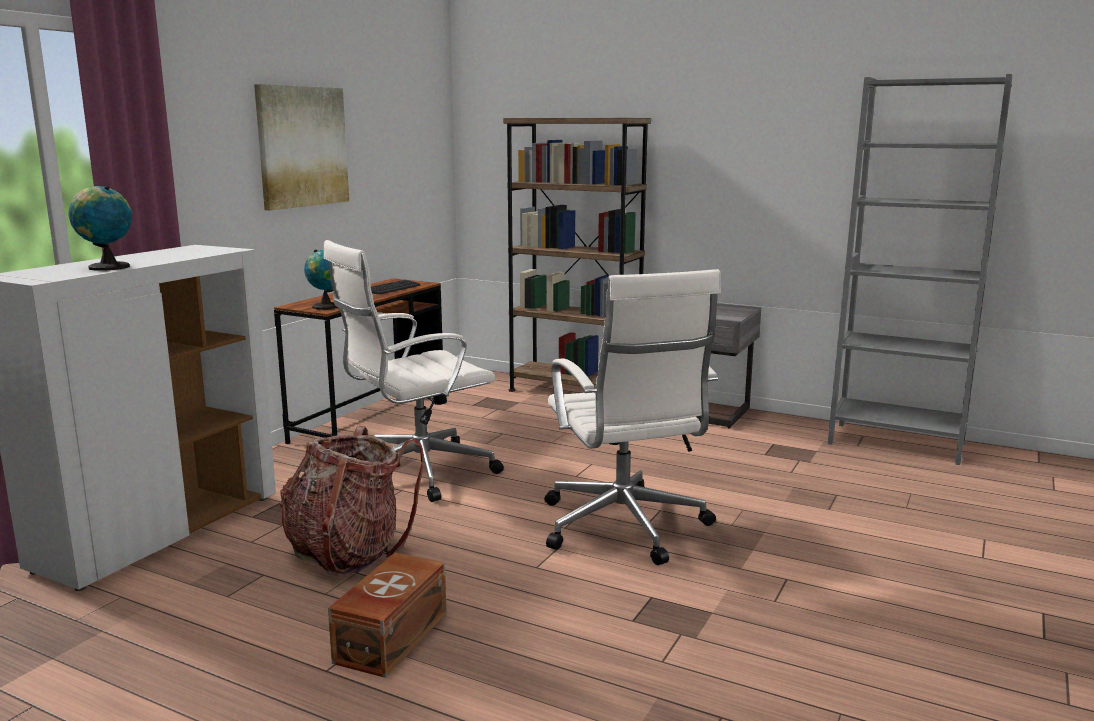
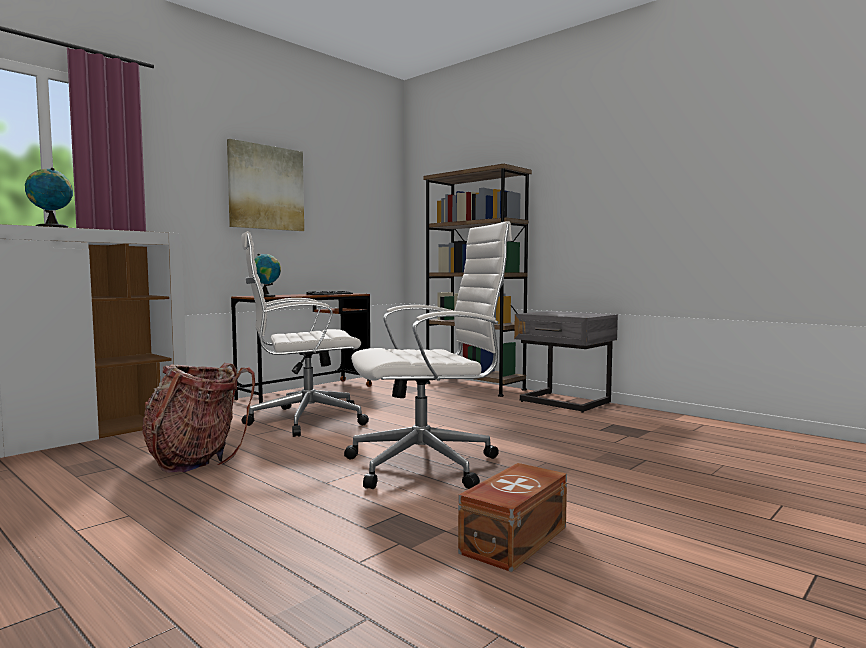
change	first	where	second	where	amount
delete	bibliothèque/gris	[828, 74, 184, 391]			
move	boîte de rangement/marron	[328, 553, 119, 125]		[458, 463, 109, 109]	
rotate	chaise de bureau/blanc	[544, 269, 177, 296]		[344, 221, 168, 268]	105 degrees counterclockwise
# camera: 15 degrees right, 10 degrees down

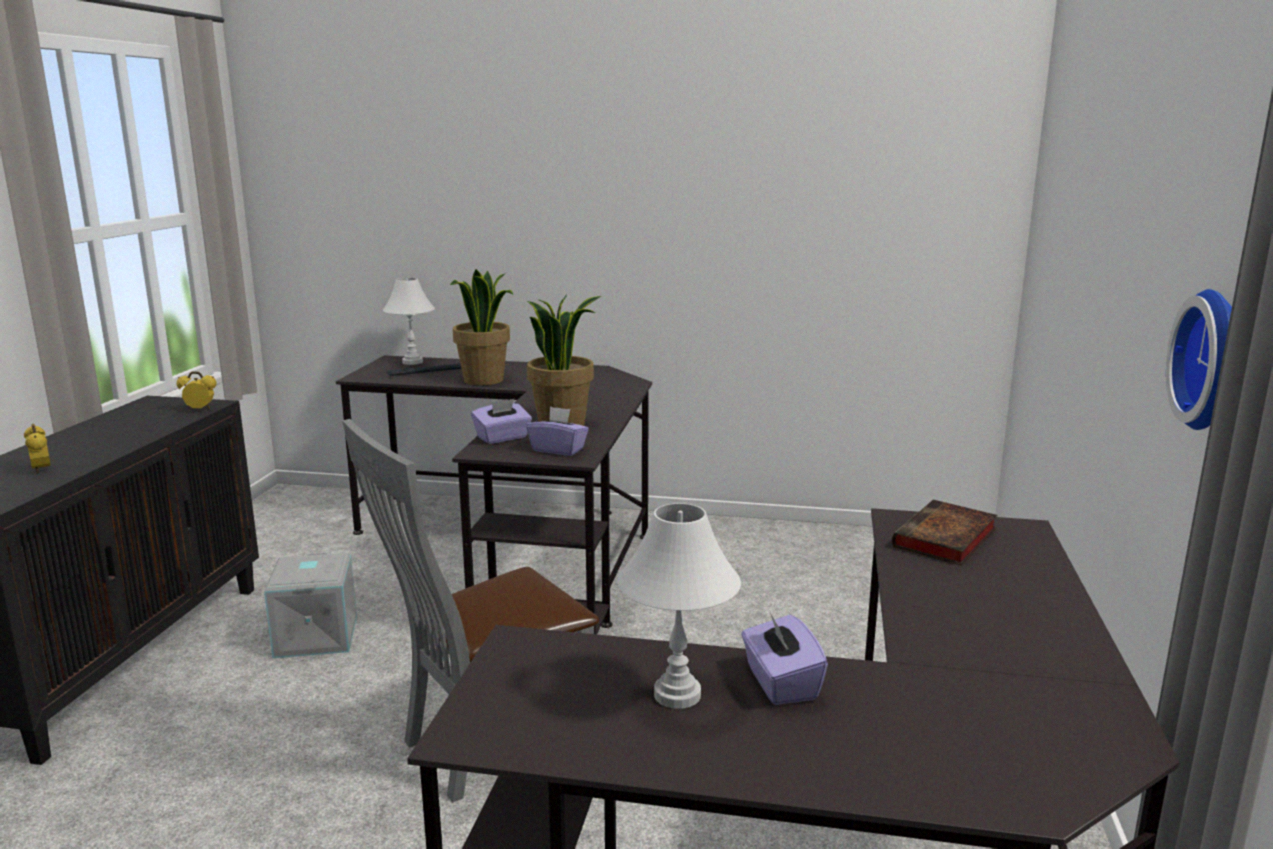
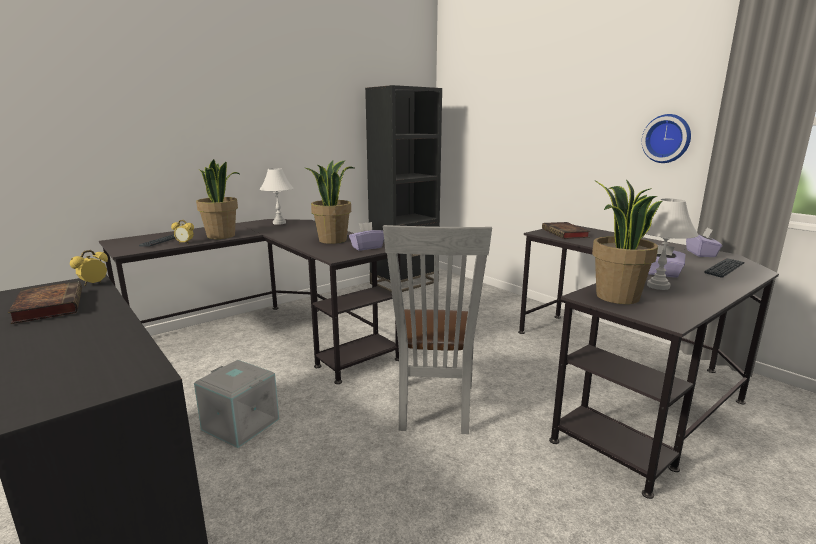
change	first	where	second	where	amount
insert			livre	[8, 281, 74, 43]	
insert			bibliothèque/noir	[365, 85, 77, 207]	
insert			plante en pot	[592, 179, 70, 125]	
insert			clavier	[704, 258, 40, 20]	
move	réveil	[24, 424, 27, 50]		[171, 220, 23, 24]	
move	lampe de table/blanc	[383, 278, 52, 87]		[260, 168, 33, 57]	
move	boîte à mouchoirs/violet	[471, 399, 61, 45]		[686, 227, 37, 30]	
# camera: 50 degrees left, 0 degrees up

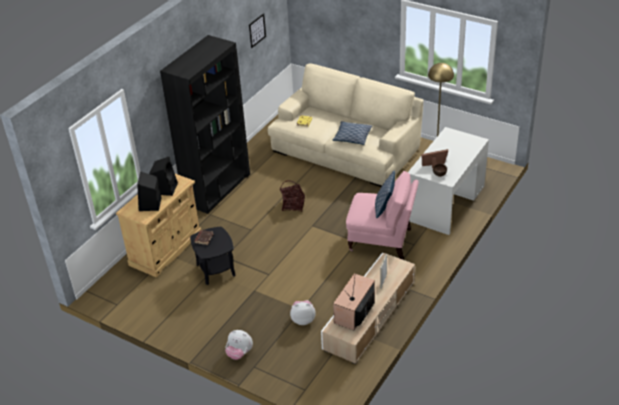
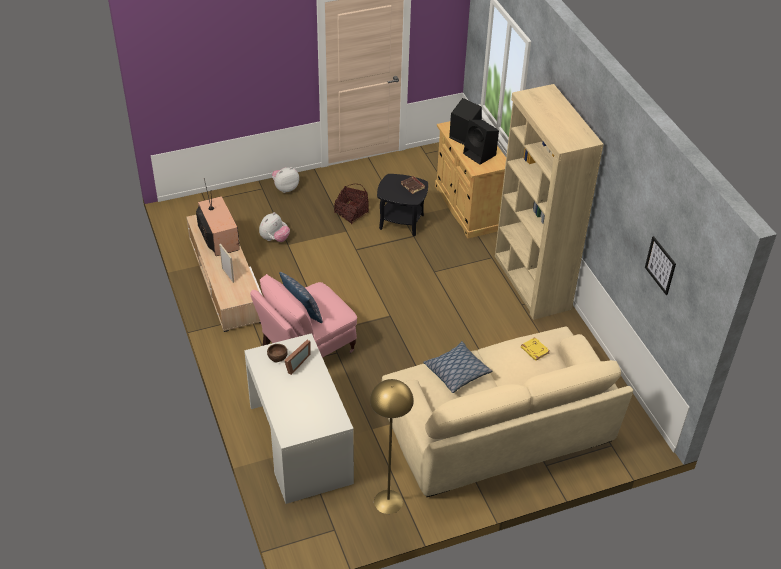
change	first	where	second	where	amount
move	panier	[280, 180, 25, 31]		[334, 184, 35, 40]	
recolor	bibliothèque/noir	[160, 35, 90, 179]	bibliothèque/beige	[495, 84, 109, 236]	
# camera: 125 degrees right, 5 degrees up

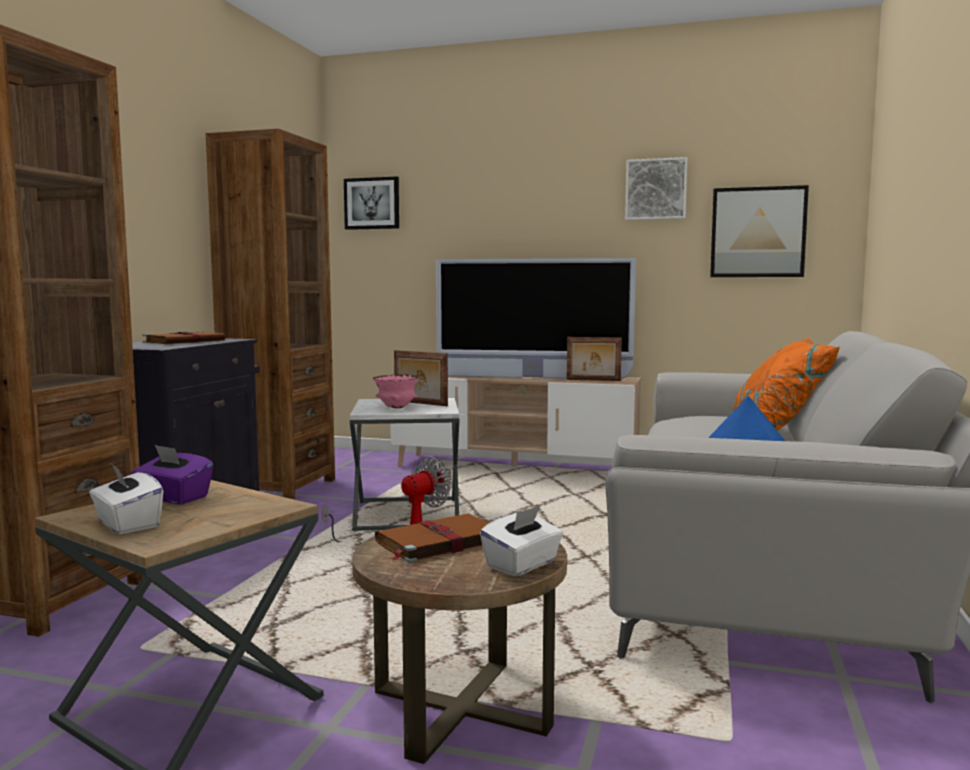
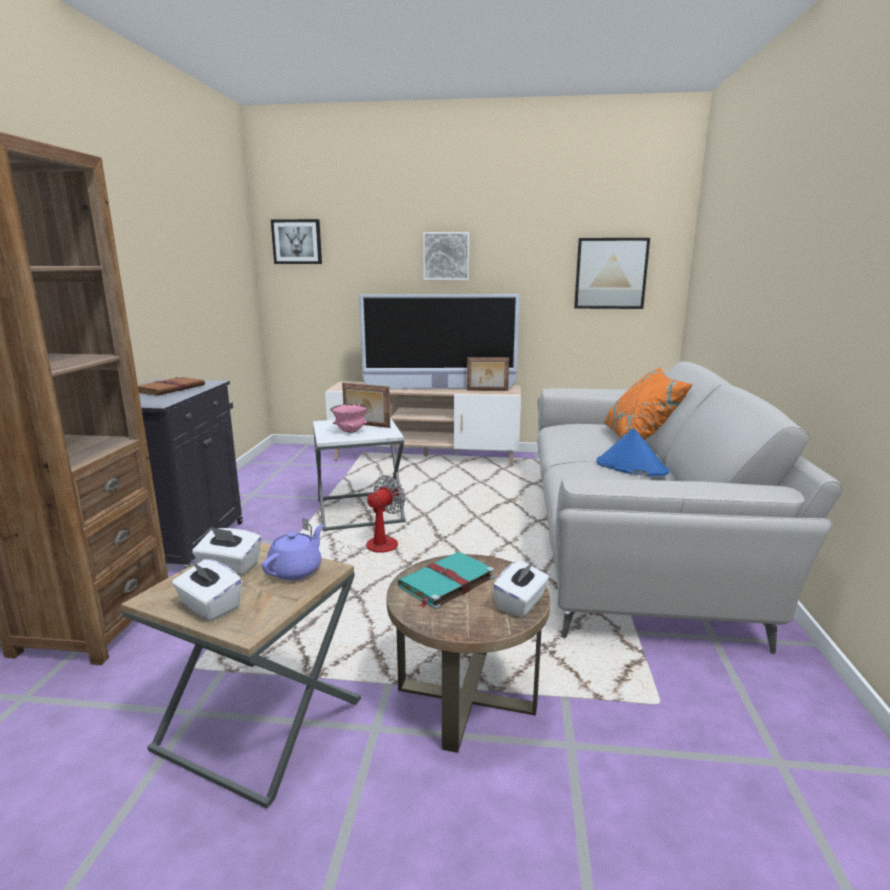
change	first	where	second	where	amount
delete	bibliothèque/marron	[206, 128, 129, 372]			
insert			théière/violet	[262, 524, 61, 56]	
move	tableau	[625, 157, 62, 63]		[423, 232, 47, 48]	
recolor	boîte à mouchoirs/violet	[131, 444, 82, 60]	boîte à mouchoirs/blanc	[192, 527, 70, 48]	
recolor	livre/marron	[375, 514, 114, 49]	livre/turquoise	[398, 552, 97, 57]	
# camera: 10 degrees left, 10 degrees up

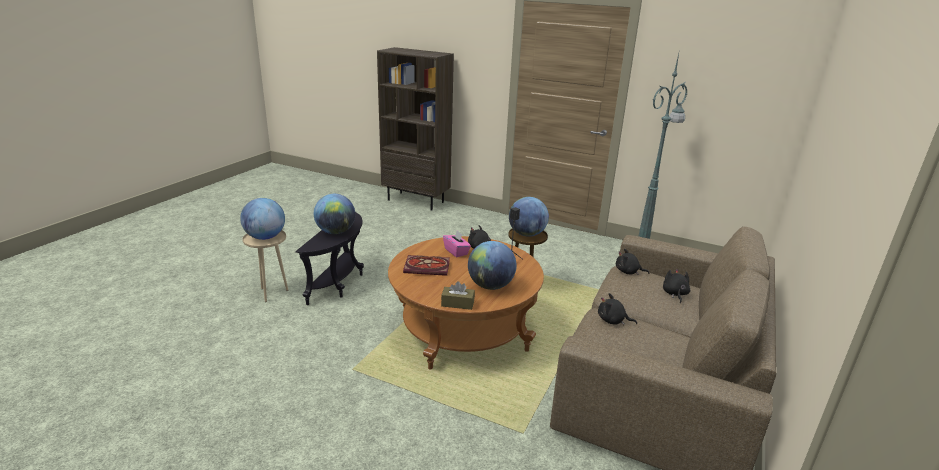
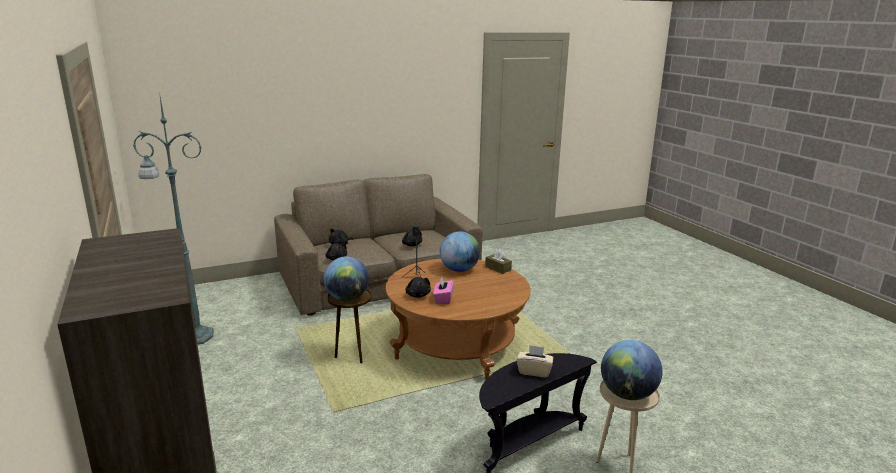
change	first	where	second	where	amount
delete	livre	[403, 255, 47, 21]			
replace	globe	[314, 194, 41, 40]	boîte à mouchoirs/beige	[517, 345, 36, 33]	
# camera: 140 degrees left, 5 degrees down

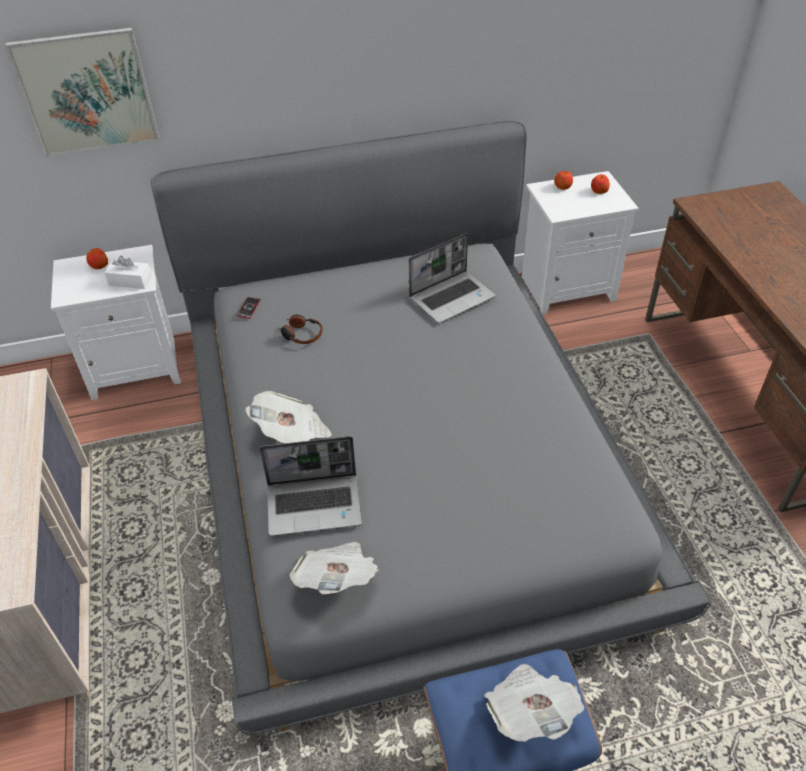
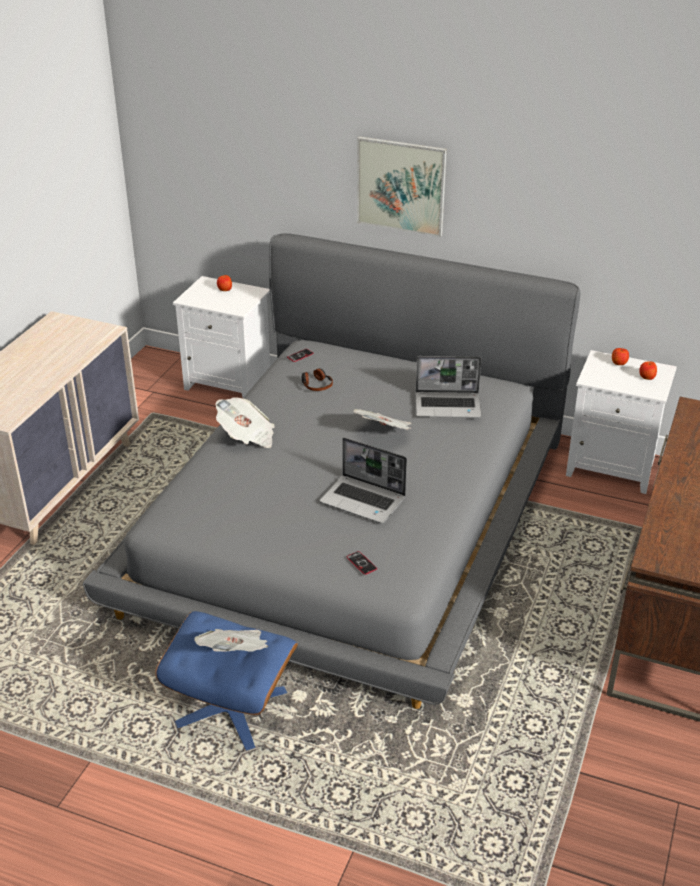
change	first	where	second	where	amount
delete	boîte à mouchoirs/blanc	[104, 255, 48, 34]			
insert			téléphone	[347, 551, 30, 24]	
move	tableau	[5, 28, 154, 128]		[357, 136, 90, 101]	
move	ordinateur portable	[260, 436, 102, 100]		[320, 438, 87, 86]	
move	journal	[289, 542, 90, 52]		[354, 409, 58, 21]	
# camera: 35 degrees right, 10 degrees down

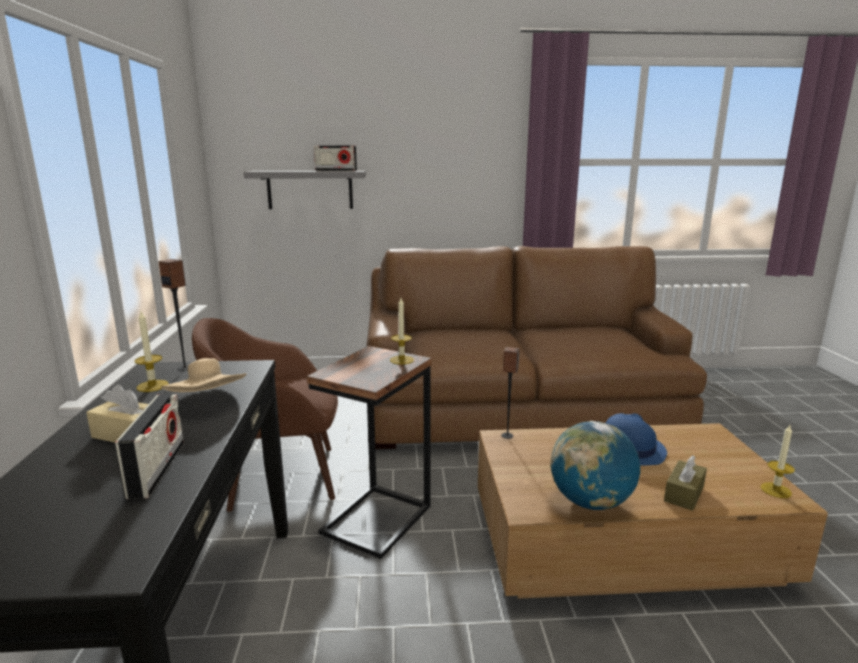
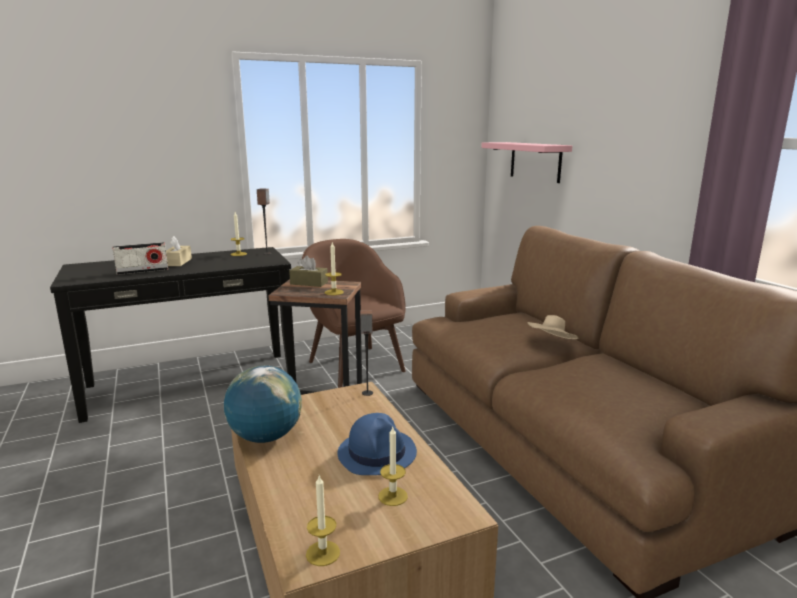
change	first	where	second	where	amount
delete	radio	[314, 146, 43, 25]			
insert			bougie	[378, 427, 30, 79]	
move	chapeau/beige	[161, 358, 86, 34]		[527, 315, 51, 24]	
move	boîte à mouchoirs/marron	[664, 455, 43, 56]		[289, 256, 39, 31]	
recolor	étagère/gris	[244, 171, 122, 38]	étagère/rose	[481, 142, 91, 41]	
# camera: 70 degrees right, 0 degrees up

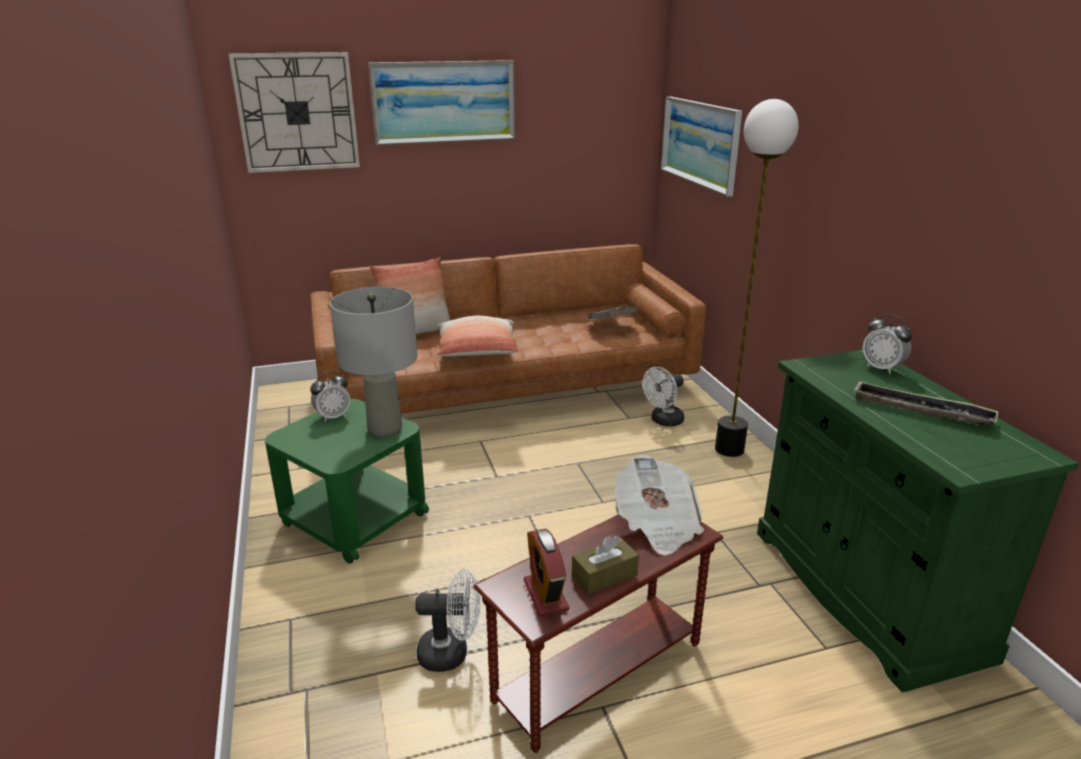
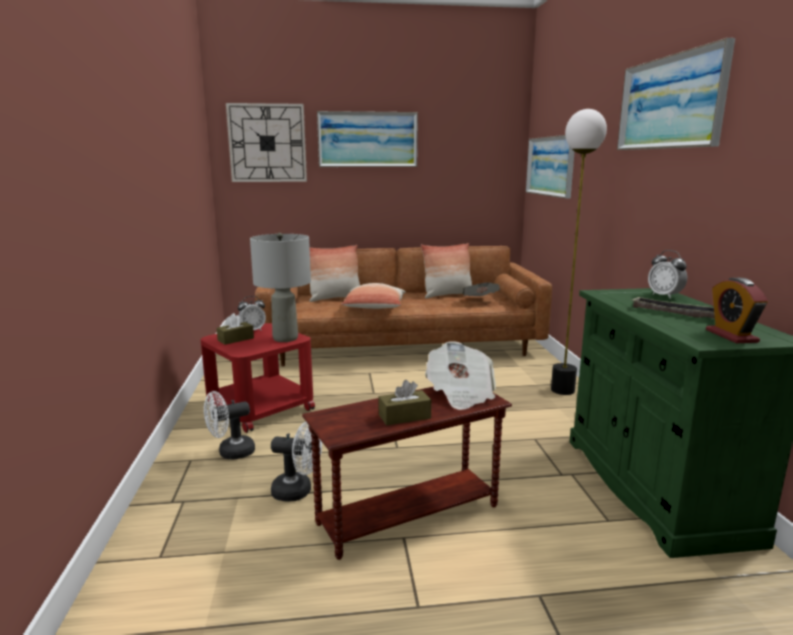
change	first	where	second	where	amount
insert			boîte à mouchoirs/marron	[217, 313, 37, 32]	
insert			coussin	[421, 243, 51, 55]	
insert			tableau	[617, 38, 118, 112]	
move	réveil	[524, 529, 45, 88]		[706, 278, 62, 65]	
move	ventilateur/blanc	[643, 367, 41, 60]		[204, 391, 51, 68]	
recolor	table d'appoint/vert	[265, 399, 164, 165]	table d'appoint/rouge	[200, 323, 115, 110]	
# camera: 10 degrees right, 10 degrees down

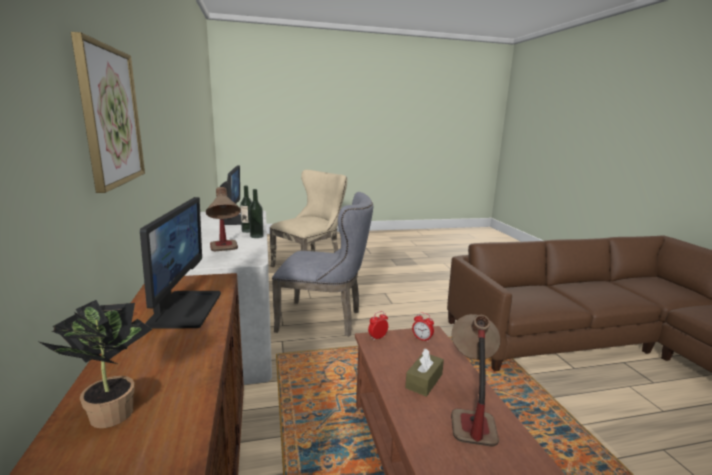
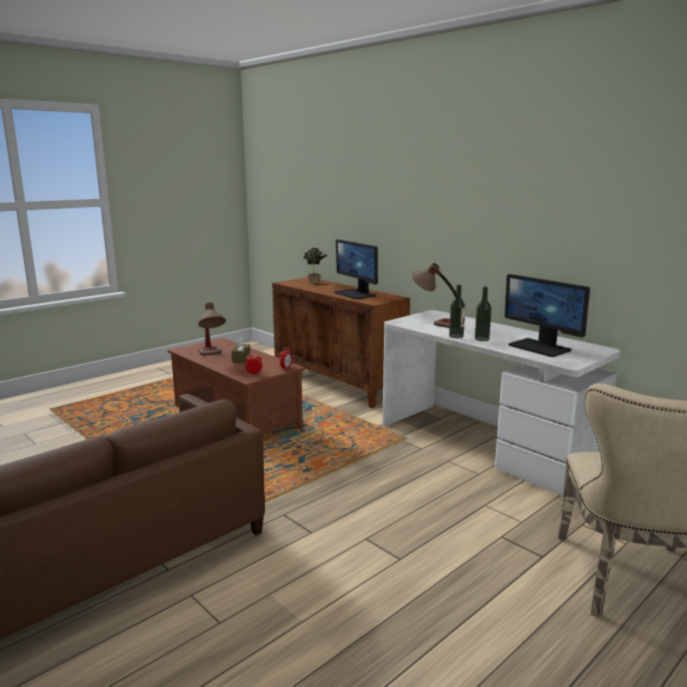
change	first	where	second	where	amount
delete	tableau	[71, 32, 74, 161]			
delete	chaise/gris	[272, 192, 101, 145]			
# camera: 150 degrees right, 0 degrees up

